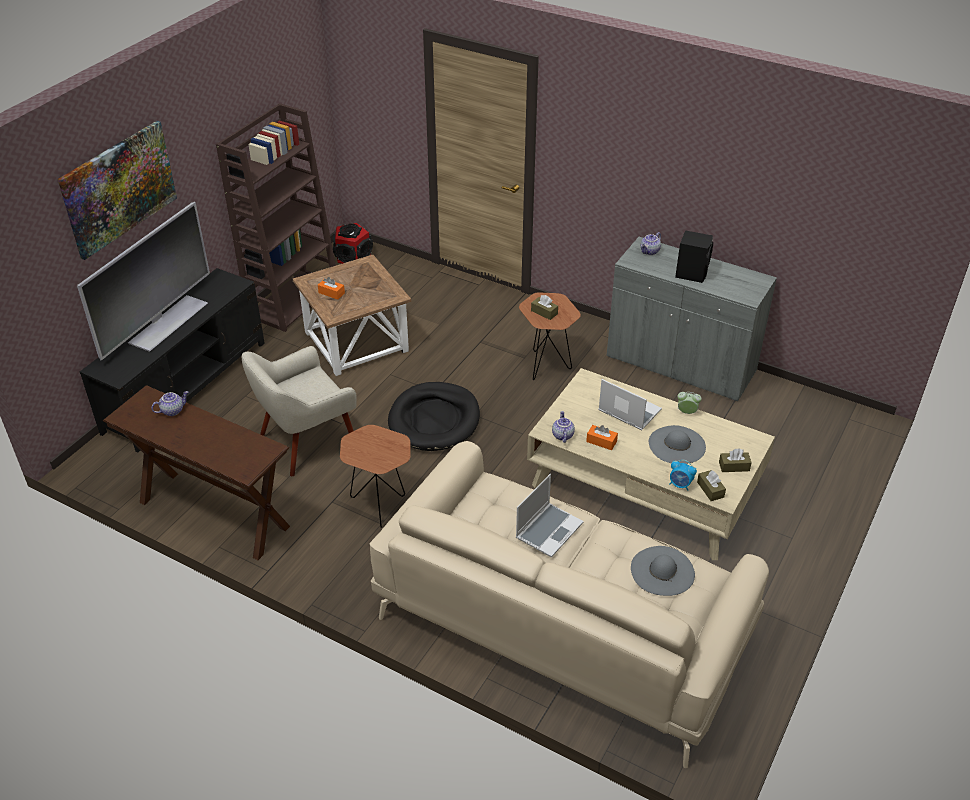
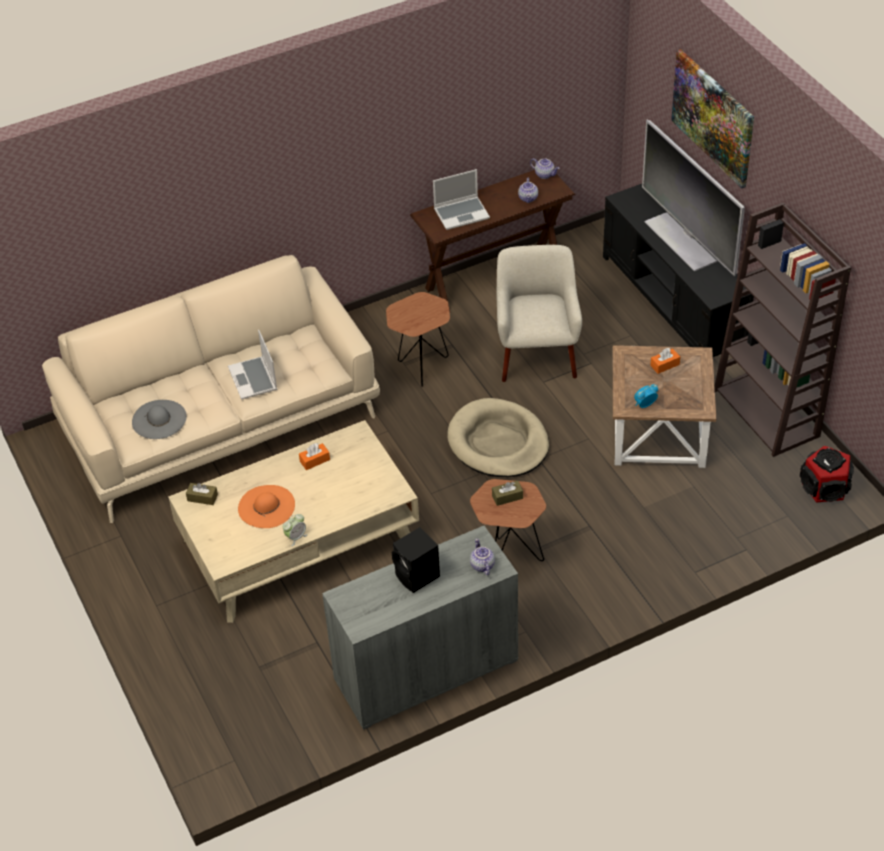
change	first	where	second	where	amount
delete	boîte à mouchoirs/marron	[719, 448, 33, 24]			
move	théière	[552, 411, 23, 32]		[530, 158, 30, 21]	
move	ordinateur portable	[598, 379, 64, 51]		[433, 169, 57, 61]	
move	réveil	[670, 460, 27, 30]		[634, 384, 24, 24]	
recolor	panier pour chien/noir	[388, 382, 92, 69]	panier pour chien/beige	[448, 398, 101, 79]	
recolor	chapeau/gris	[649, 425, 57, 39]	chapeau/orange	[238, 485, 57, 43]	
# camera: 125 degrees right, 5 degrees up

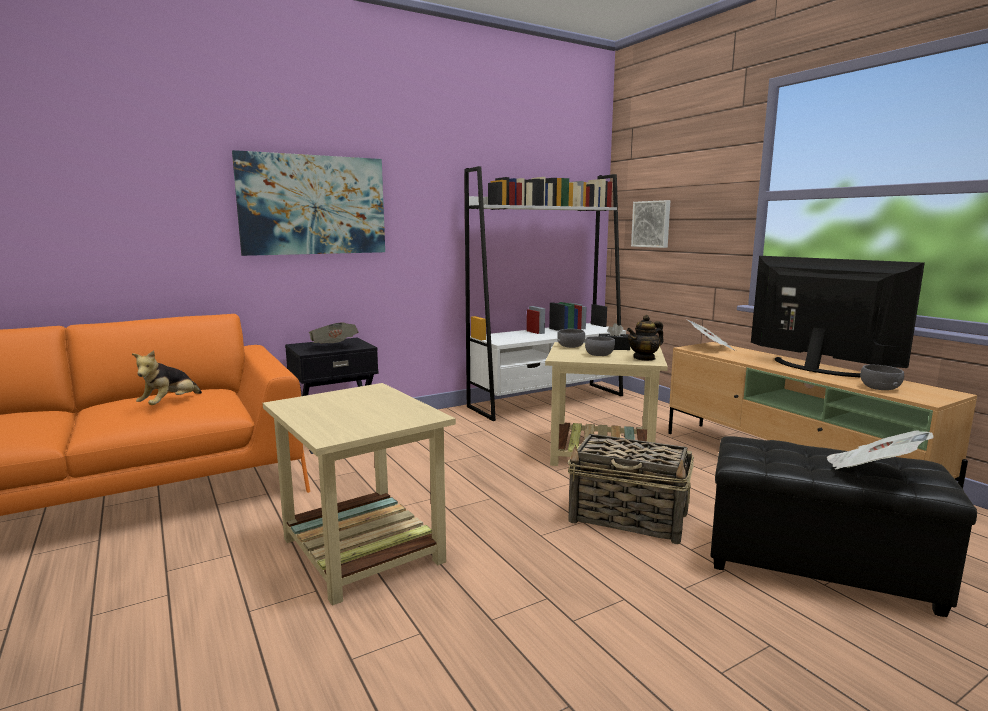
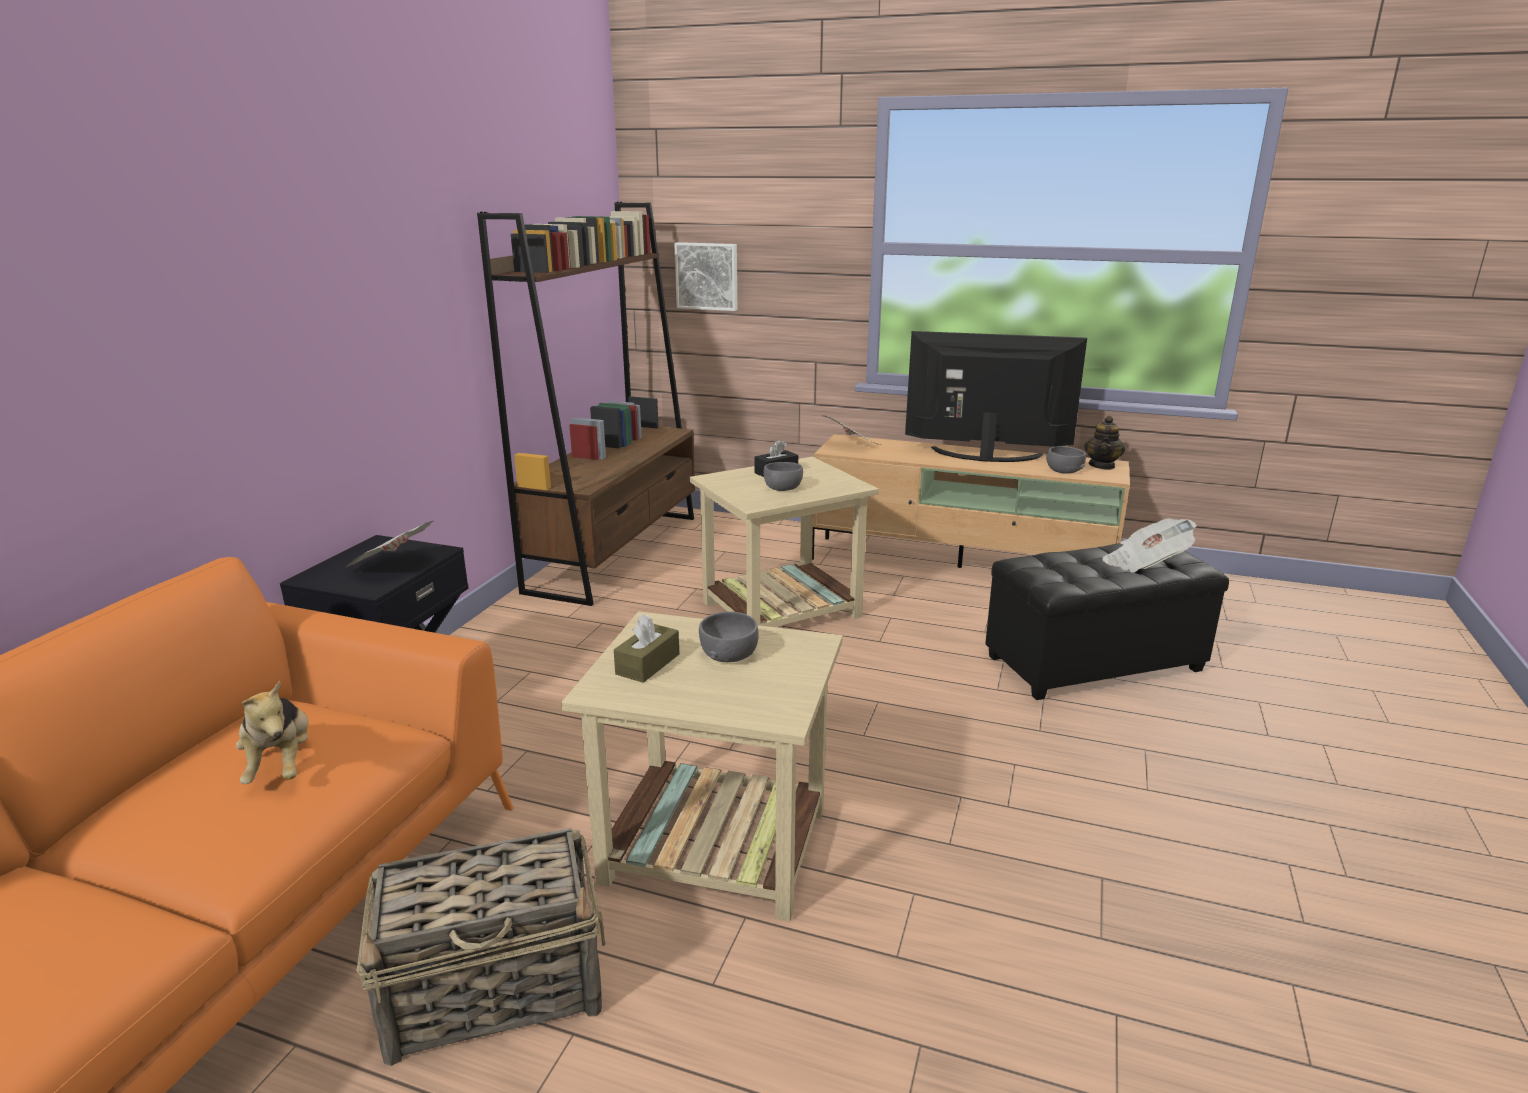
change	first	where	second	where	amount
delete	tableau	[232, 150, 153, 106]			
insert			boîte à mouchoirs/marron	[614, 614, 65, 69]	
move	bol/gris	[557, 329, 28, 19]		[699, 612, 60, 50]	
move	panier	[567, 434, 127, 110]		[357, 828, 248, 238]	
move	théière	[627, 315, 37, 46]		[1084, 416, 41, 54]	
recolor	bibliothèque/blanc	[464, 166, 162, 255]	bibliothèque/marron	[477, 202, 218, 404]	
# camera: 40 degrees left, 10 degrees up

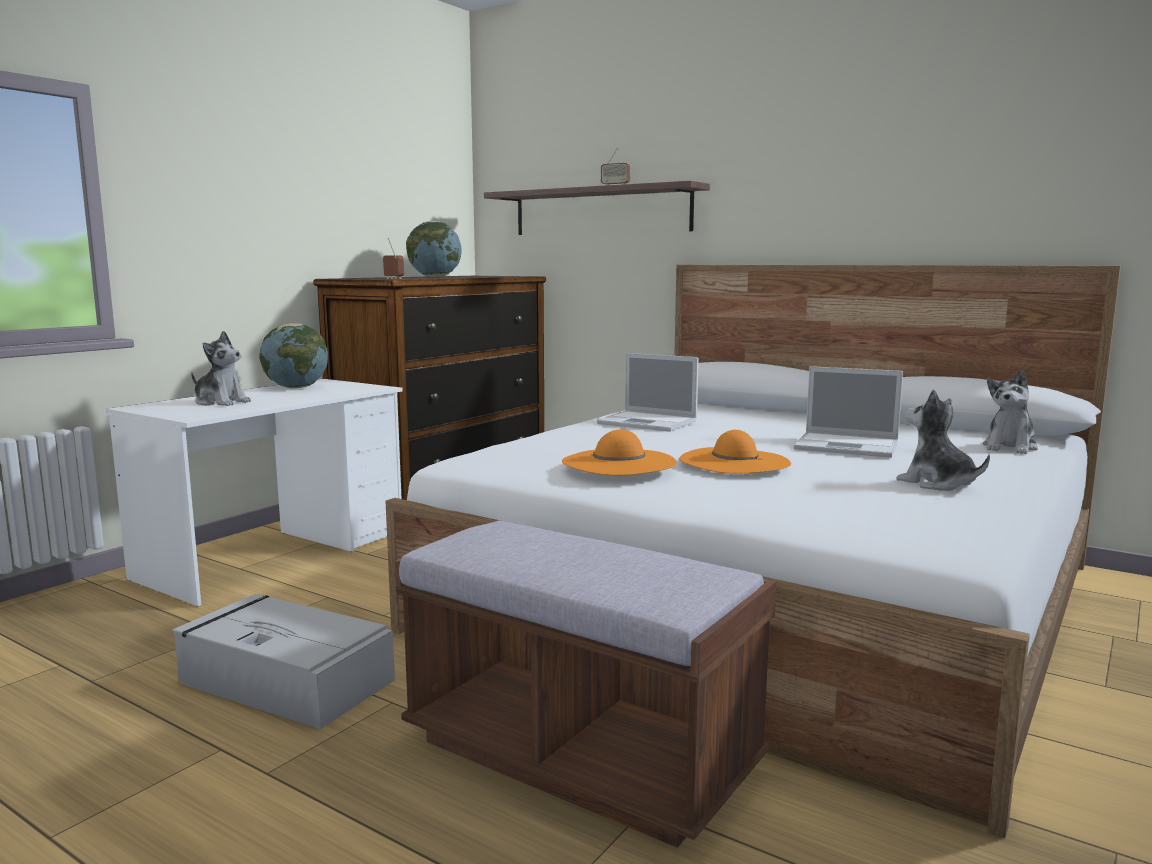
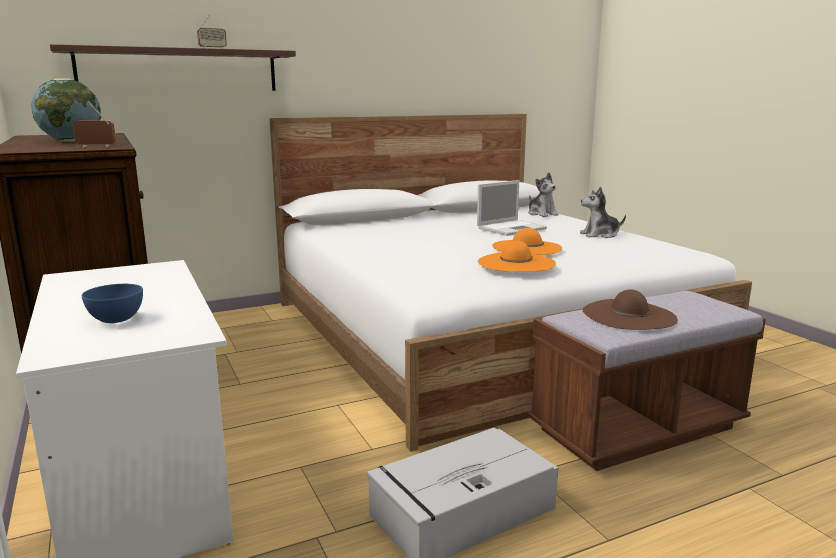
change	first	where	second	where	amount
delete	globe	[259, 323, 70, 65]			
delete	ordinateur portable	[597, 353, 102, 79]			
insert			chapeau/marron	[583, 289, 95, 41]	
replace	peluche	[191, 331, 60, 75]	bol/bleu	[82, 284, 61, 39]	
# camera: 60 degrees left, 5 degrees up

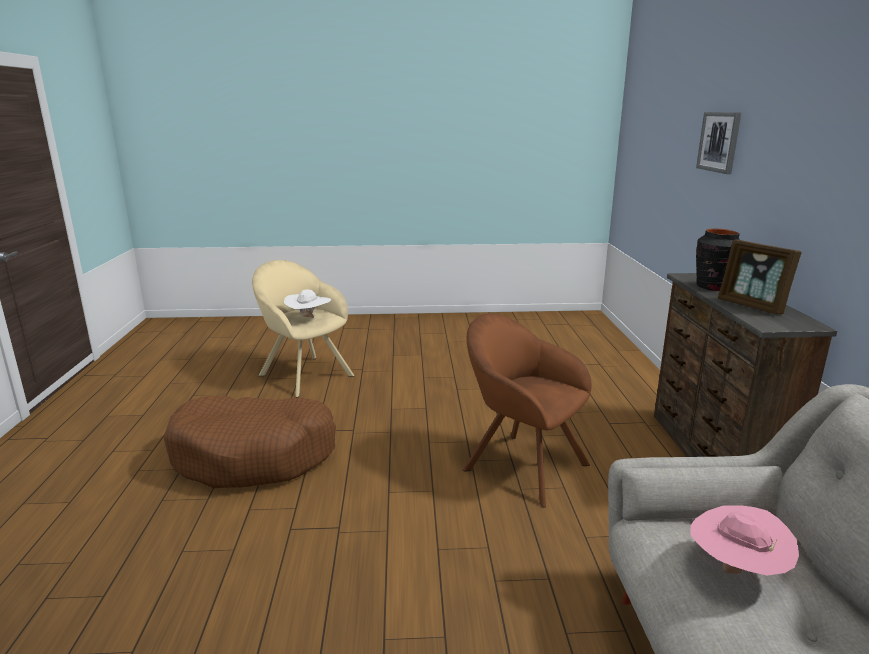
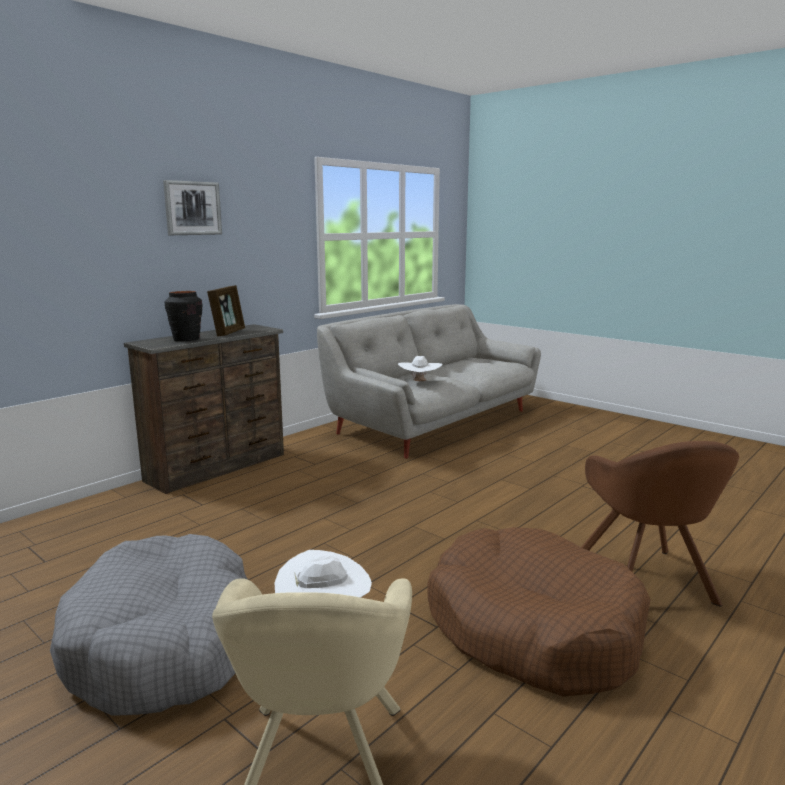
change	first	where	second	where	amount
insert			panier pour chien/gris	[50, 534, 197, 181]	
move	fauteuil/marron	[463, 313, 128, 195]		[582, 441, 157, 165]	
move	tableau	[696, 112, 45, 62]		[163, 180, 59, 55]	
recolor	chapeau/rose	[690, 505, 109, 71]	chapeau/blanc	[398, 356, 45, 25]	
# camera: 135 degrees left, 5 degrees down

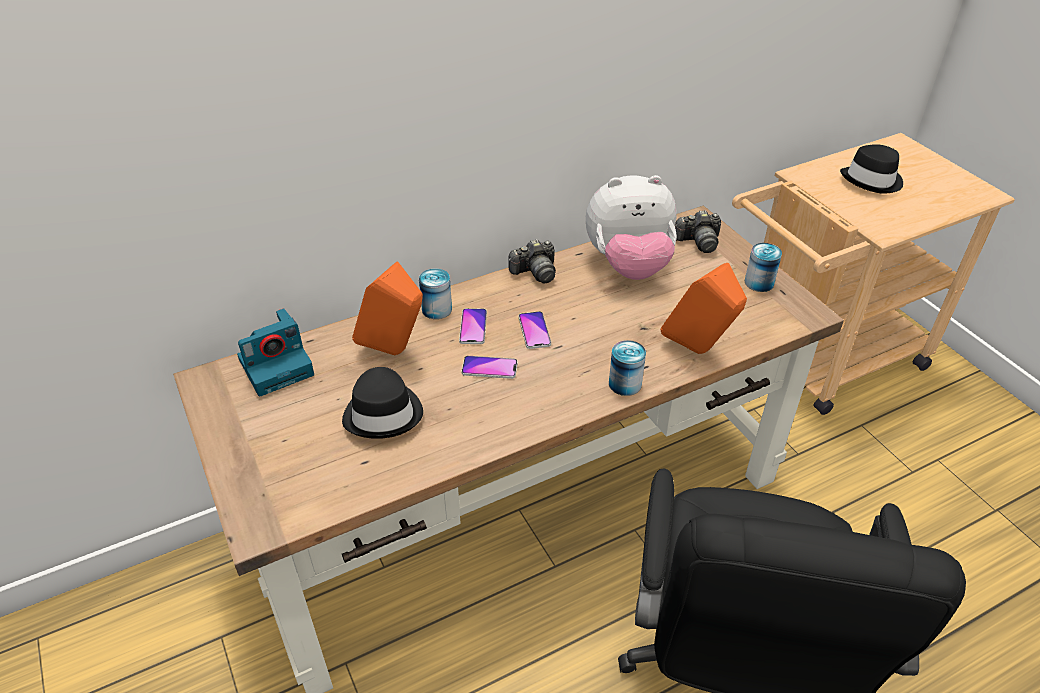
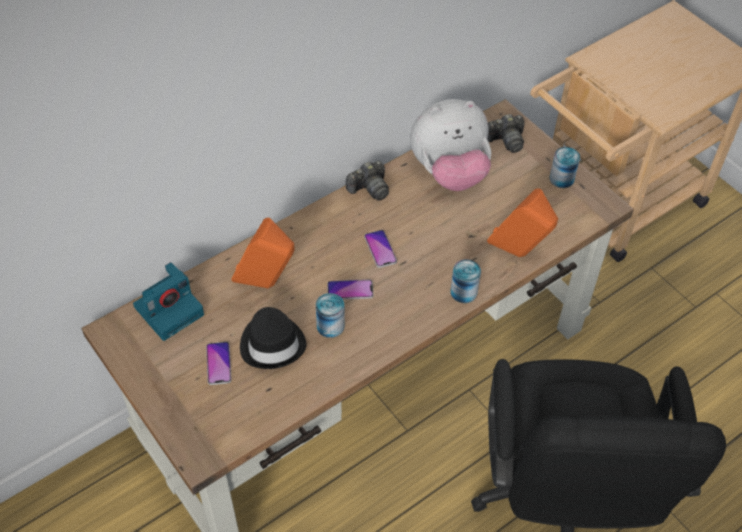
change	first	where	second	where	amount
delete	chapeau/noir	[840, 144, 63, 50]			
move	boîte métallique	[419, 268, 33, 51]		[316, 293, 29, 45]	
move	téléphone	[459, 308, 28, 36]		[206, 342, 26, 43]	
# camera: 10 degrees left, 10 degrees up

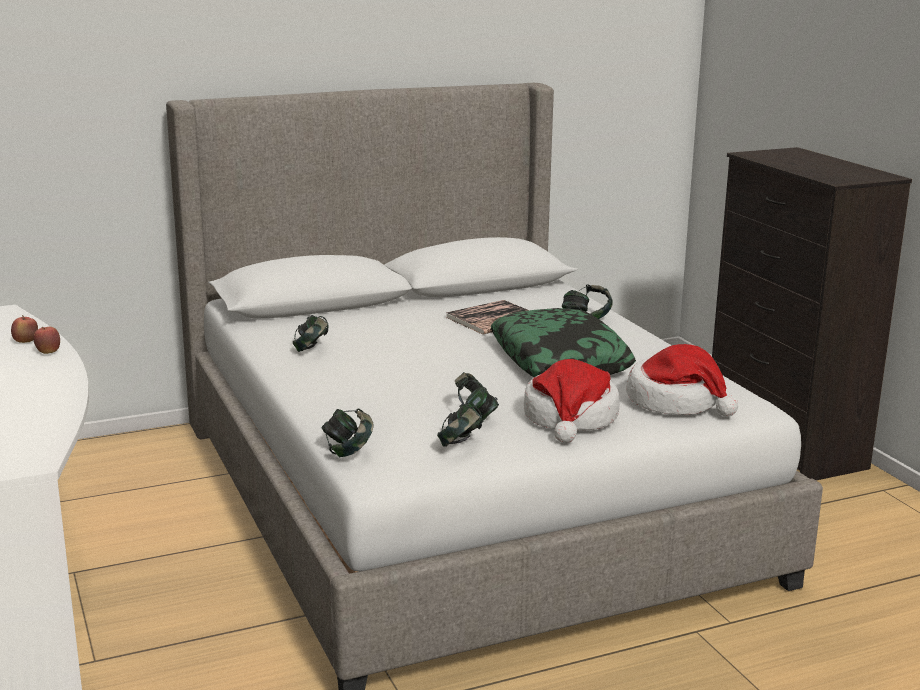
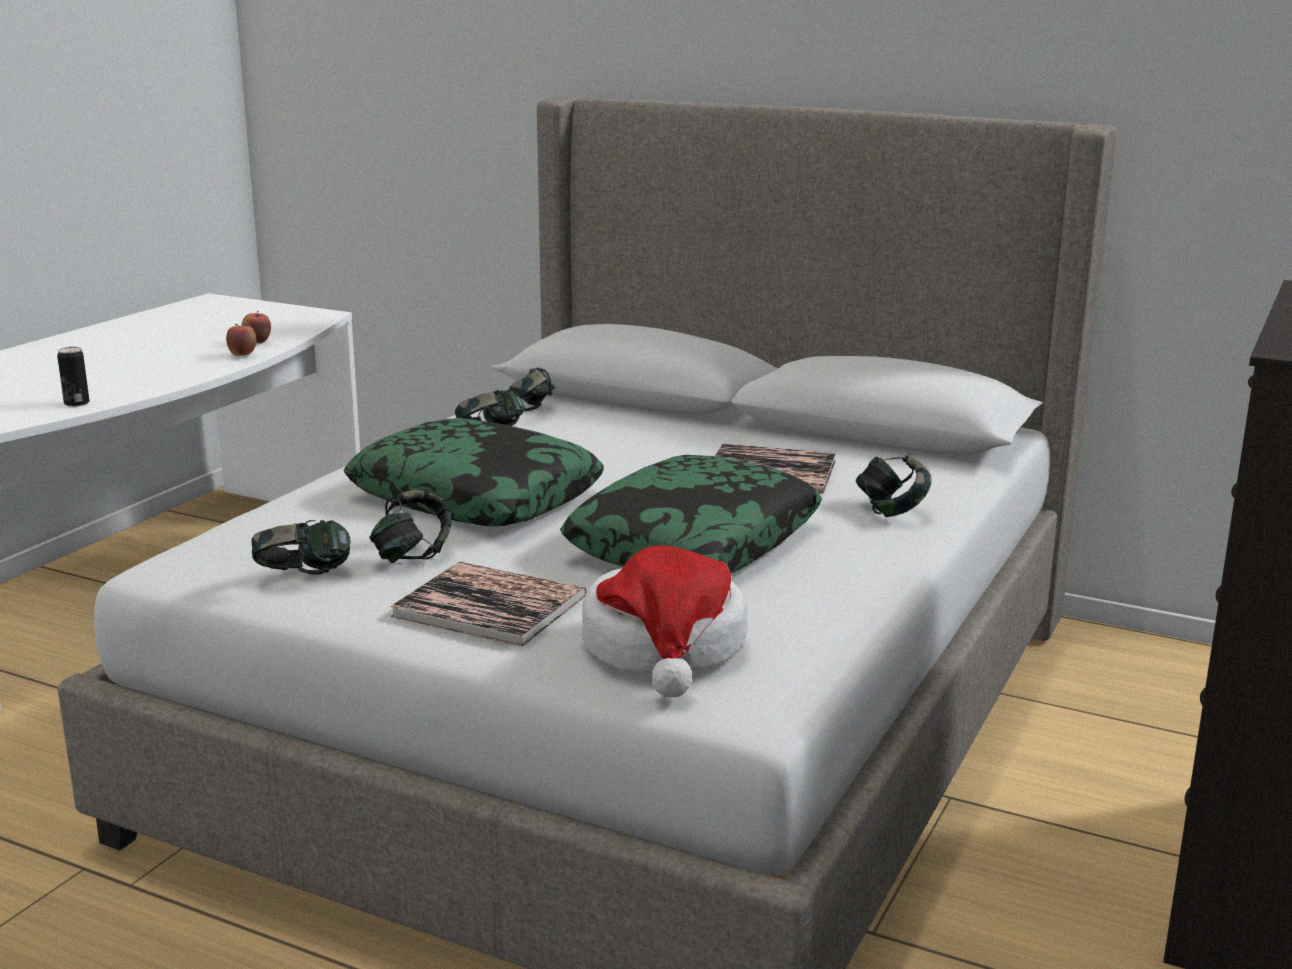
change	first	where	second	where	amount
insert			boîte métallique	[57, 347, 32, 60]	
insert			coussin	[344, 418, 260, 108]	
move	casque audio	[322, 409, 51, 48]		[508, 368, 47, 43]	
replace	chapeau	[524, 359, 95, 84]	livre	[390, 562, 196, 85]	
# camera: 50 degrees right, 0 degrees up

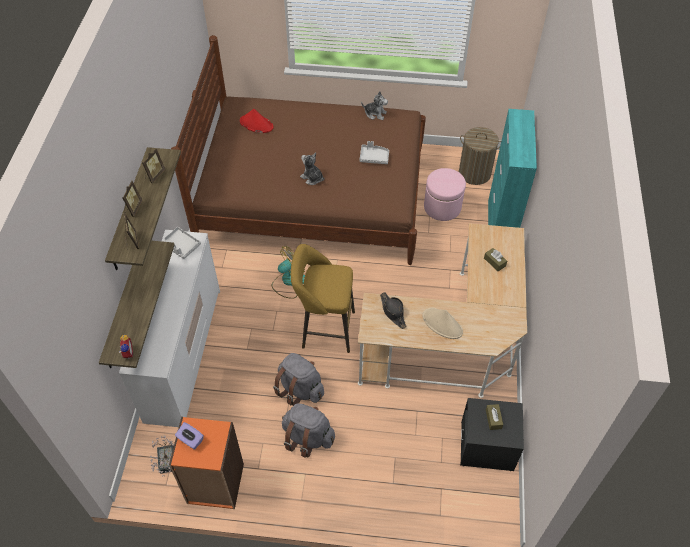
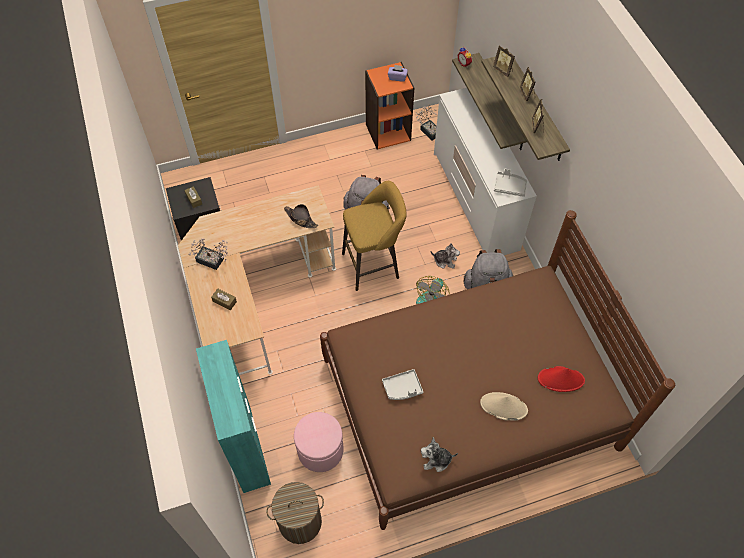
change	first	where	second	where	amount
insert			plante en pot	[189, 238, 39, 32]	
move	sac à dos/gris	[282, 403, 53, 55]		[463, 249, 50, 40]	
move	peluche	[300, 152, 24, 33]		[431, 243, 29, 26]	
move	chapeau/beige	[422, 308, 41, 31]		[480, 392, 48, 29]	
# camera: 155 degrees right, 5 degrees up

